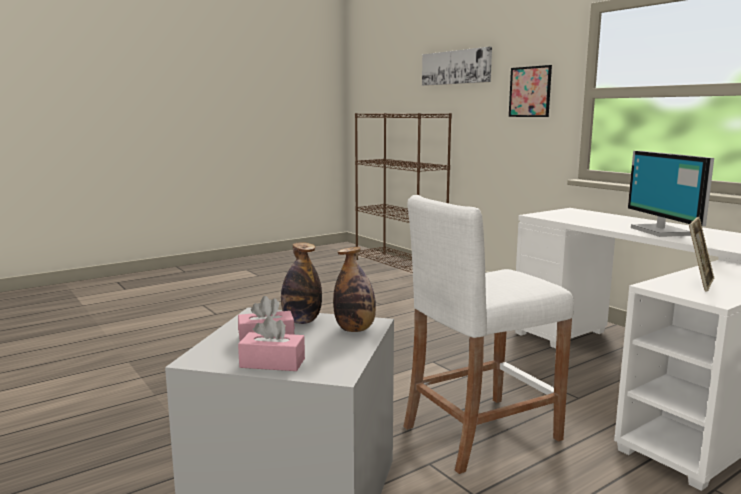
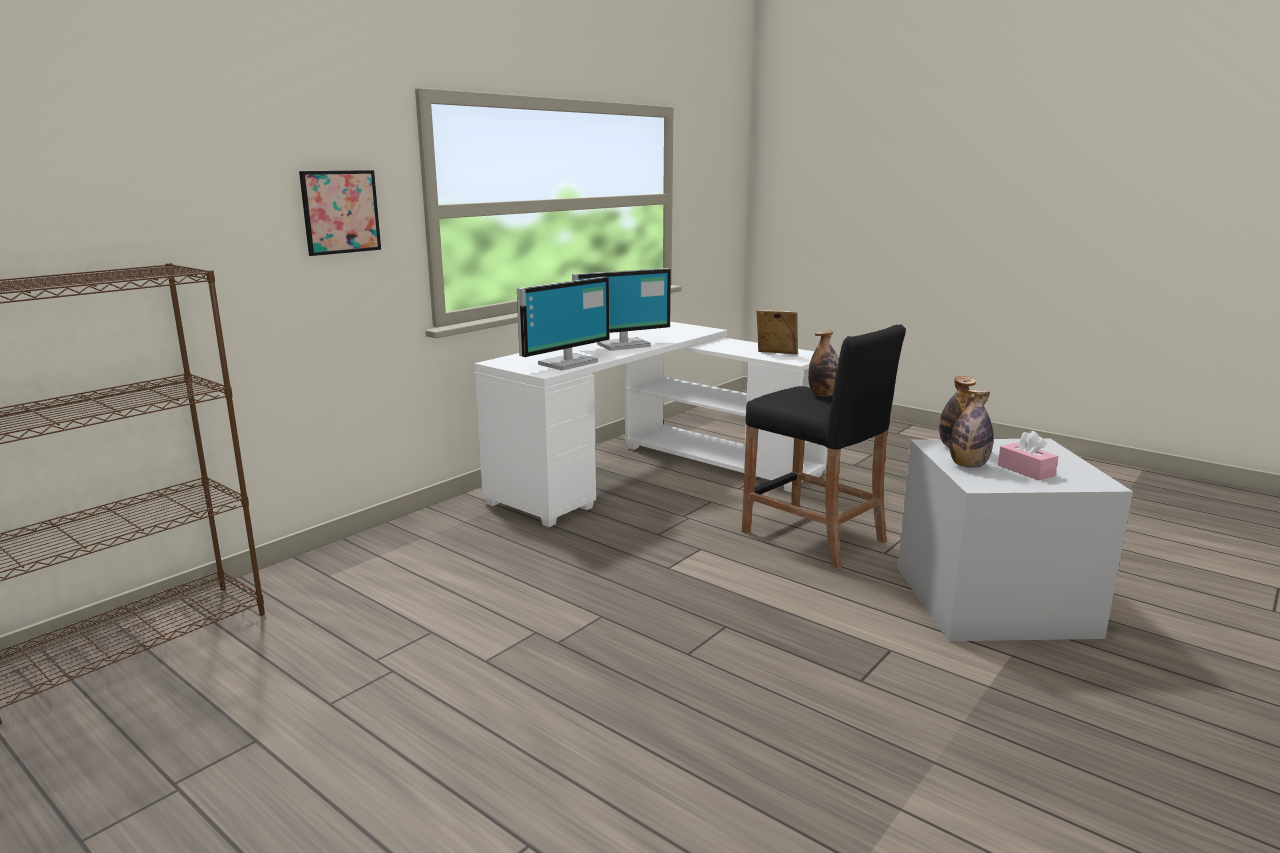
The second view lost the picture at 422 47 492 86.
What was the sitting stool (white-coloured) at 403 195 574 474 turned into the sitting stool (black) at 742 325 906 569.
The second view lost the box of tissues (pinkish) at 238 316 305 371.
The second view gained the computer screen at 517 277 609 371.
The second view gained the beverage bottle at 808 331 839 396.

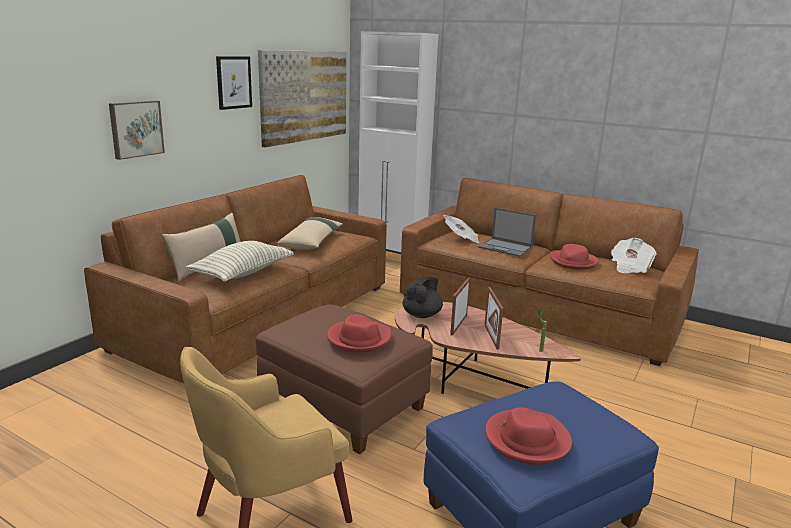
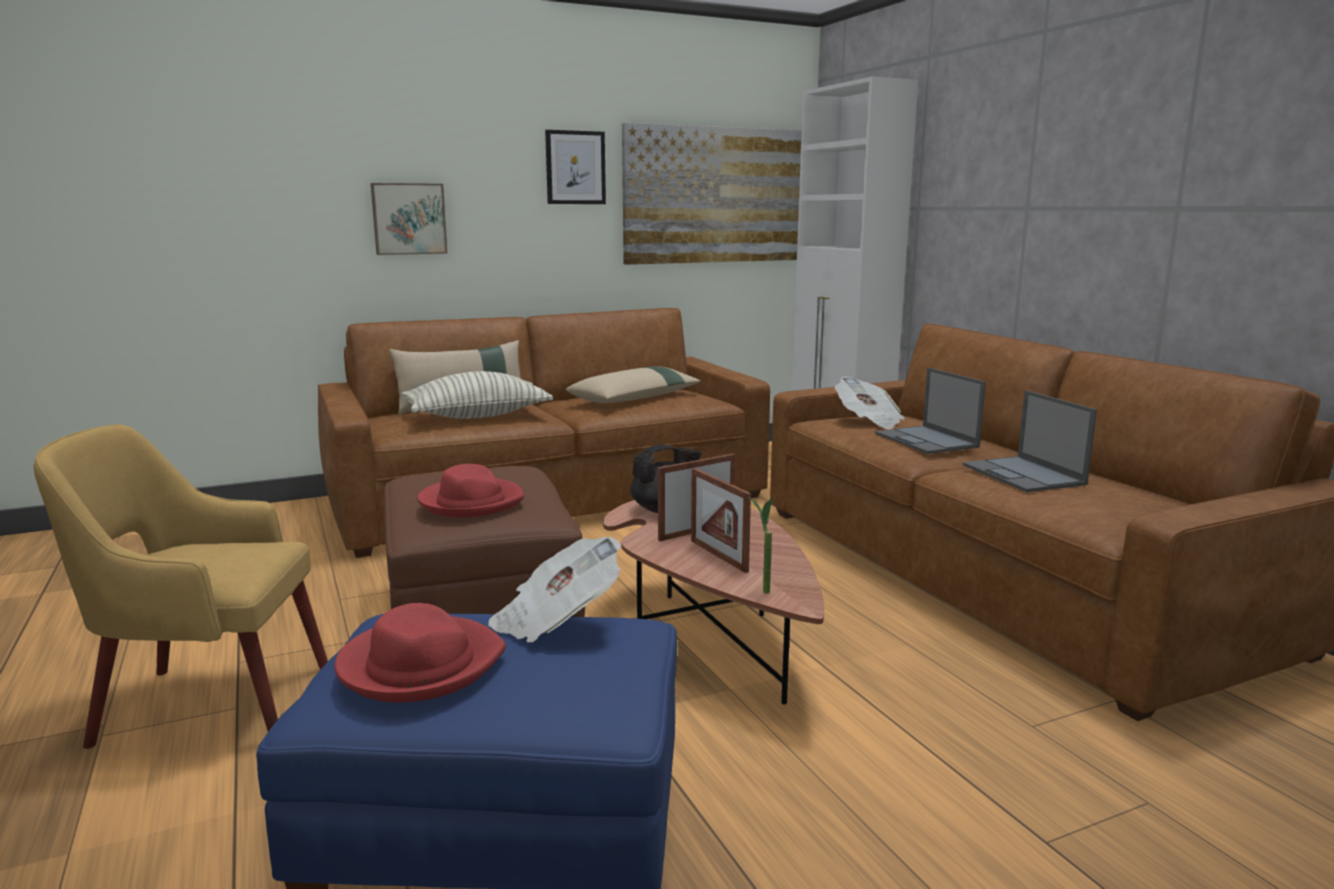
The printed paper ended up elsewhere, having gone from 611 238 656 273 to 488 537 622 643.
Where the clothing hat (red-coloured) stood at 550 244 599 270, the notebook computer came to stand at 963 390 1097 492.
The standing frame at 484 287 503 349 ended up facing another way, 60 degrees counterclockwise from before.

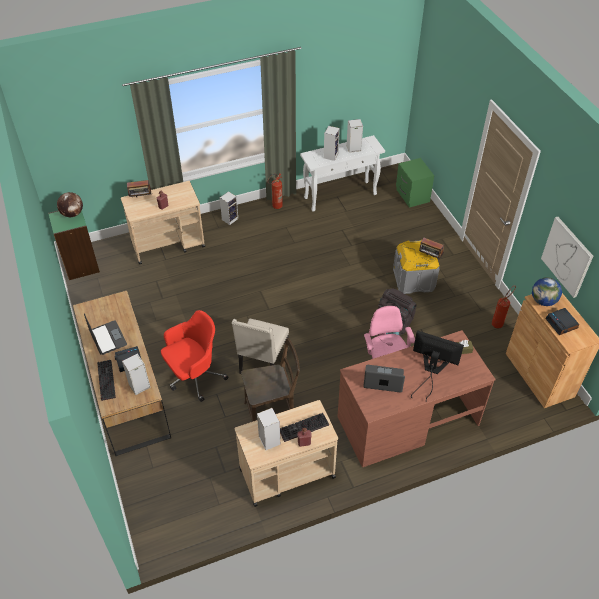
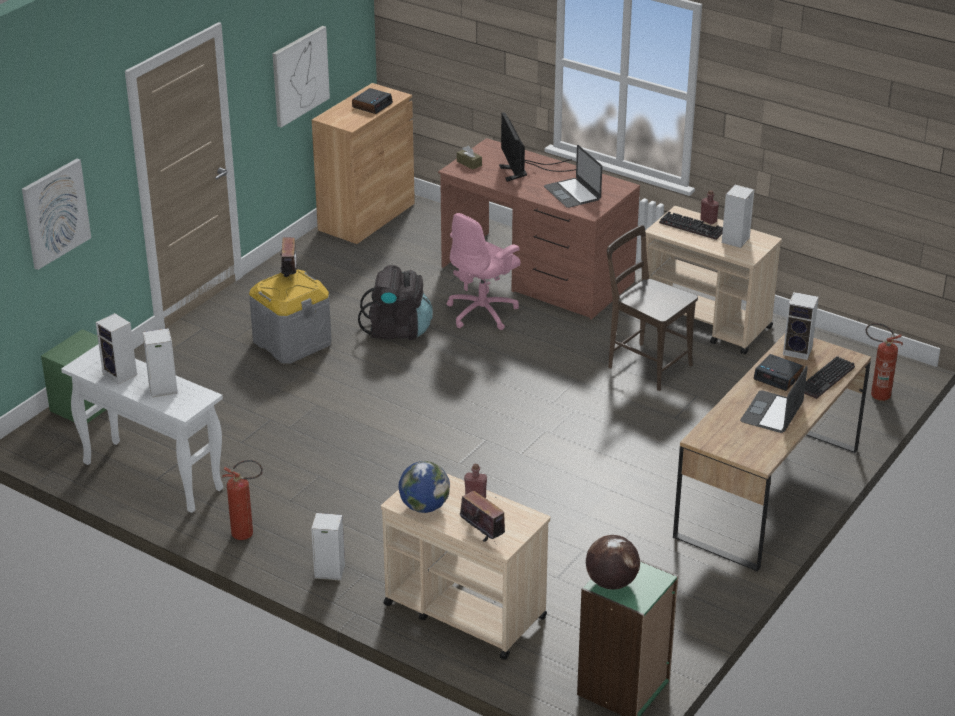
The globe ended up elsewhere, having gone from 532 278 562 306 to 398 461 450 513.
The fire-fighting cylinder ended up elsewhere, having gone from 492 285 516 328 to 865 323 903 401.
The second view lost the computer chair (red-coloured) at 161 310 229 402.
The second view lost the chair (beige) at 232 318 289 374.
The second view gained the picture at 22 159 91 270.

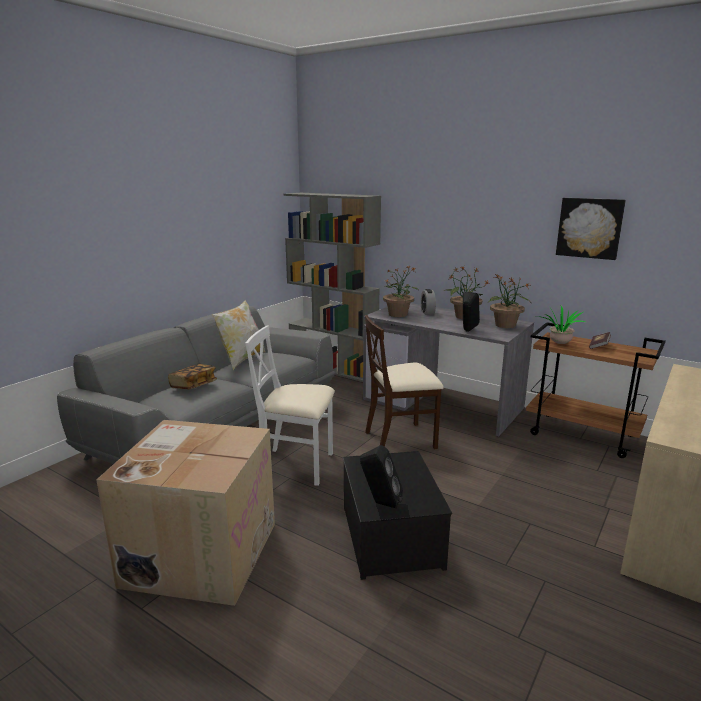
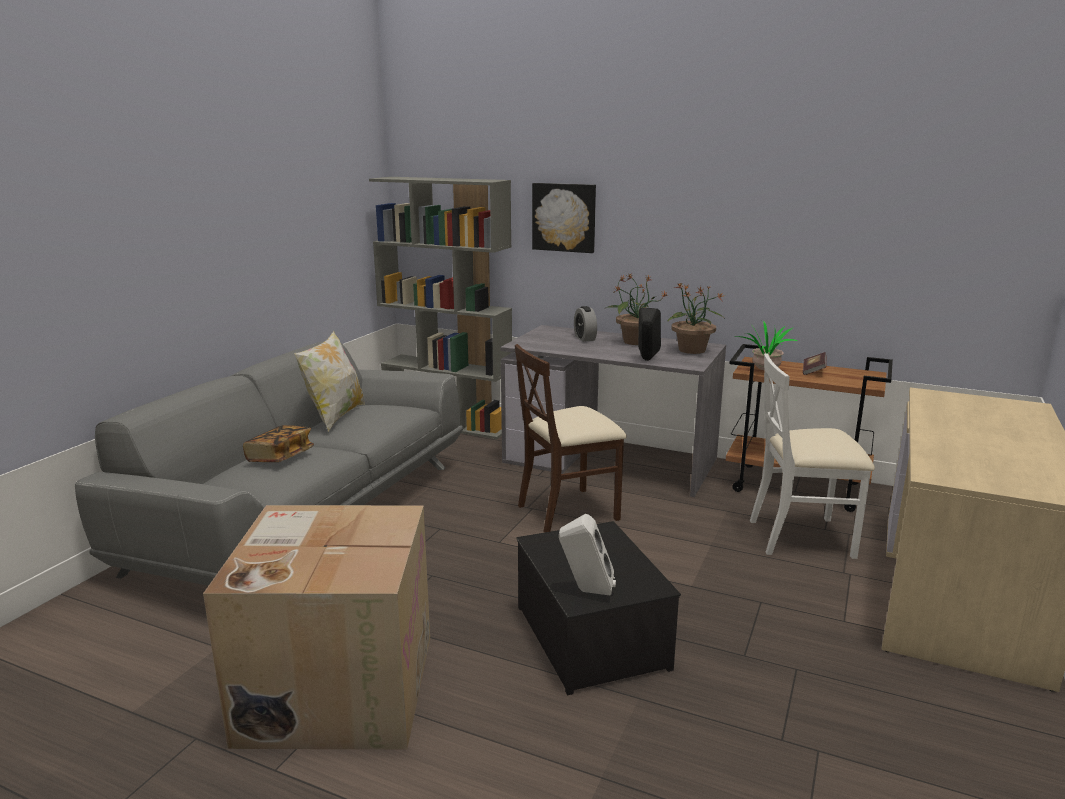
The picture ended up elsewhere, having gone from 556 198 626 260 to 532 183 596 253.
The second view lost the plant in a pot at 383 265 418 317.
The chair (white-coloured) ended up elsewhere, having gone from 245 326 335 486 to 750 353 875 559.
What was the loudspeaker (black) at 360 445 403 508 turned into the loudspeaker (white-coloured) at 559 514 616 595.

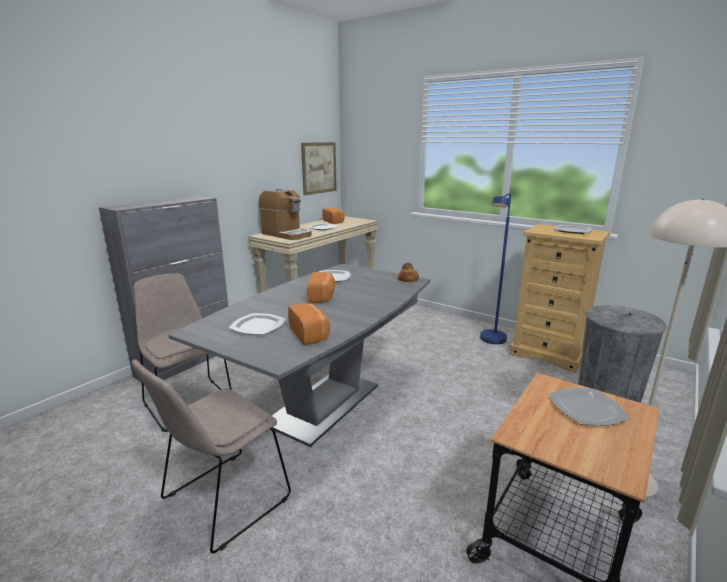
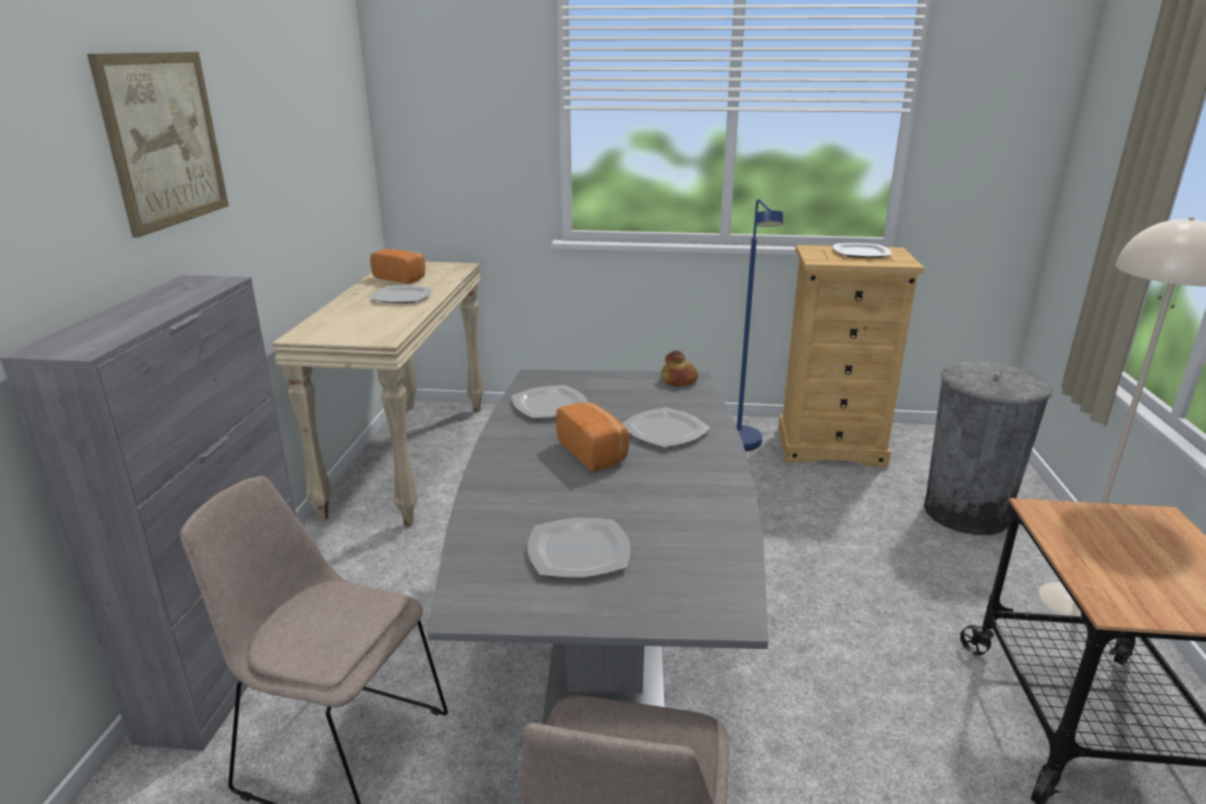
The picture ended up elsewhere, having gone from 301 142 337 195 to 87 52 229 238.
The second view lost the coffee machine at 259 189 312 240.
The second view lost the bakery bread at 288 303 330 345.
The plate ended up elsewhere, having gone from 549 388 629 426 to 622 407 710 448.

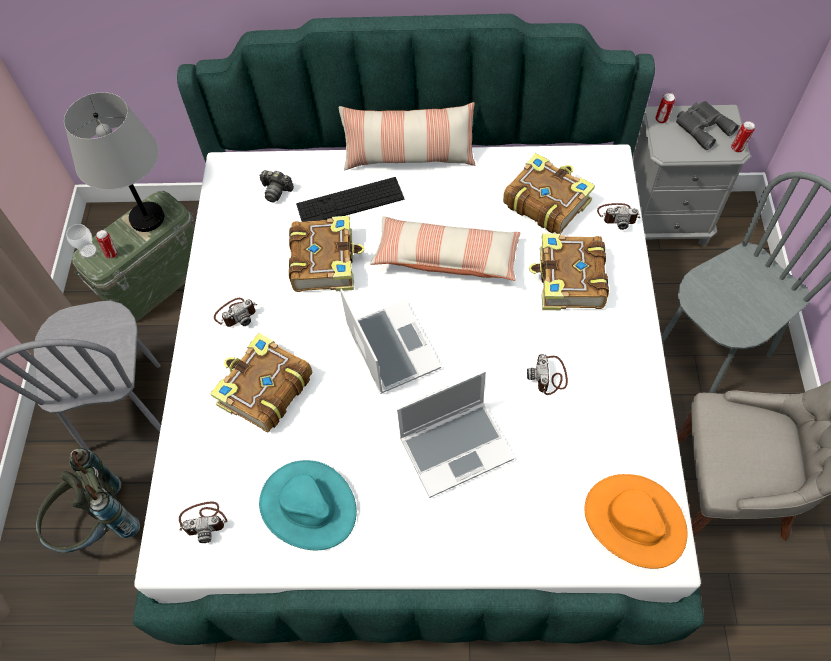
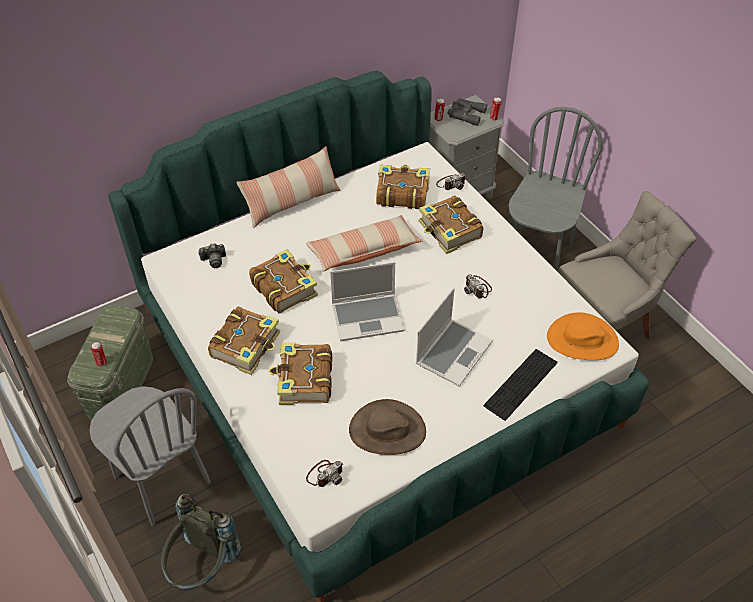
The second view lost the lamp for a table (greyish) at 64 92 164 232.
The keyboard ended up elsewhere, having gone from 296 177 404 222 to 483 349 558 421.
The second view lost the cup at 66 224 97 258.
The notebook computer at 340 288 441 394 ended up facing another way, 135 degrees clockwise from before.
Where the still camera stood at 214 298 257 327, the volume came to stand at 208 306 280 375.
What was the clothing hat (blue-green) at 259 460 357 551 turned into the clothing hat (brown) at 349 399 426 455.

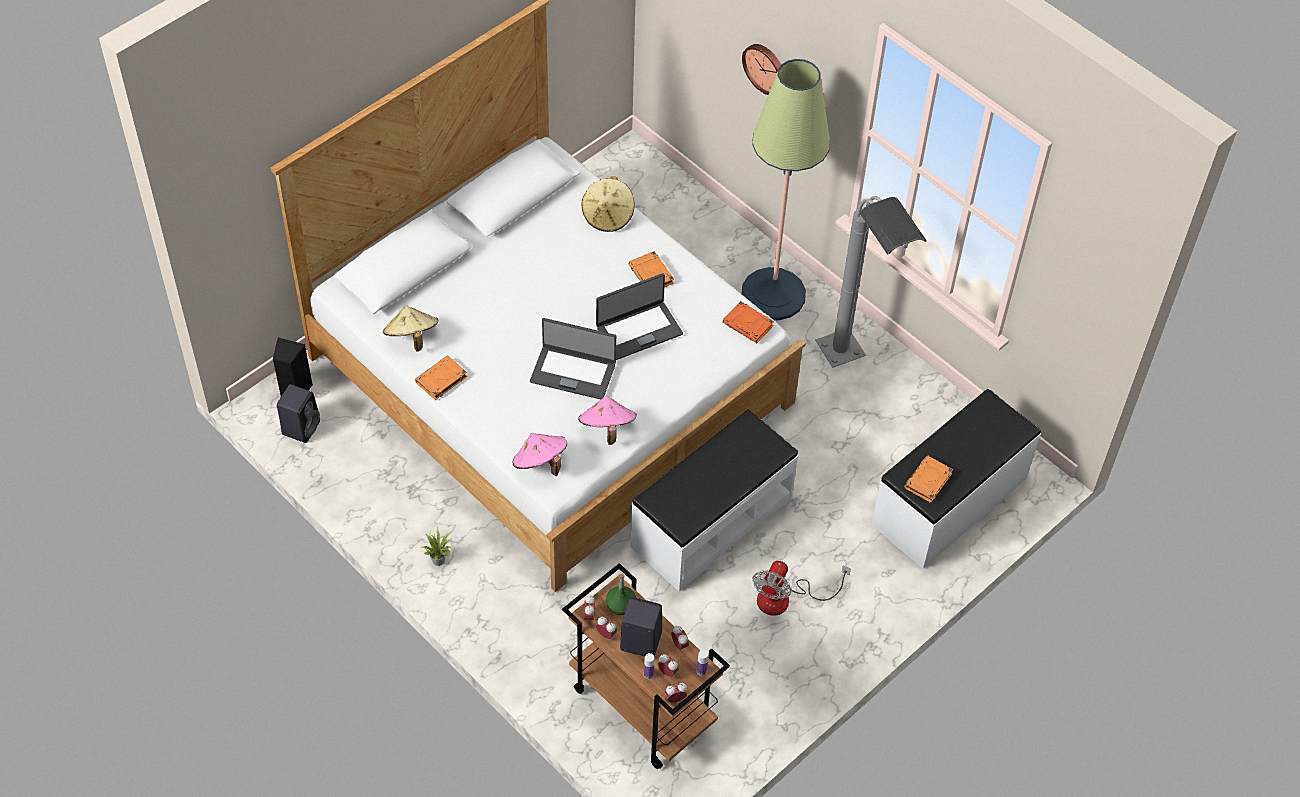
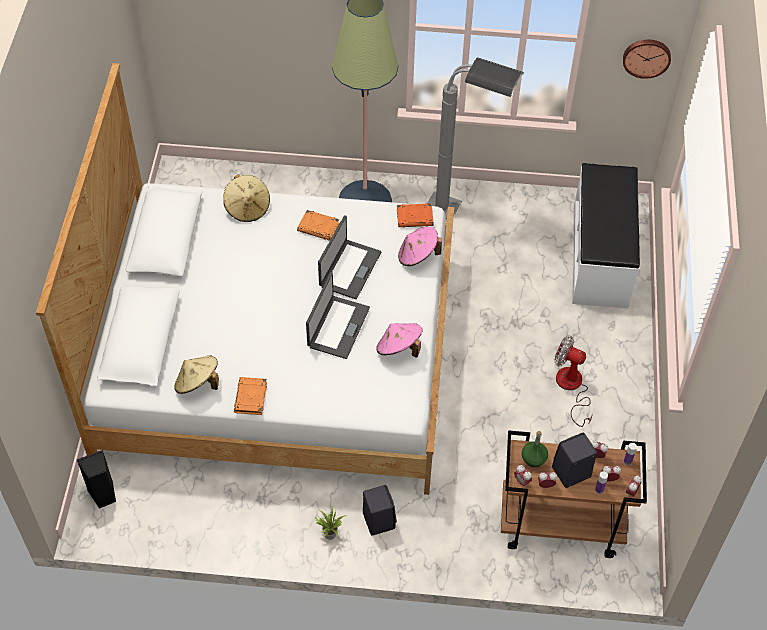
The wall clock ended up elsewhere, having gone from 742 44 781 95 to 623 40 671 79.
The notebook computer at 530 318 616 400 ended up facing another way, 45 degrees counterclockwise from before.
The loudspeaker (black) ended up elsewhere, having gone from 277 384 320 443 to 363 485 397 536.
The second view lost the bench (white-coloured) at 630 410 799 592.
The clothing hat (pinkish) ended up elsewhere, having gone from 512 433 567 476 to 398 227 442 266.
The second view lost the volume (orange) at 904 456 953 503.
The cooling fan at 752 561 851 615 ended up facing another way, 135 degrees clockwise from before.

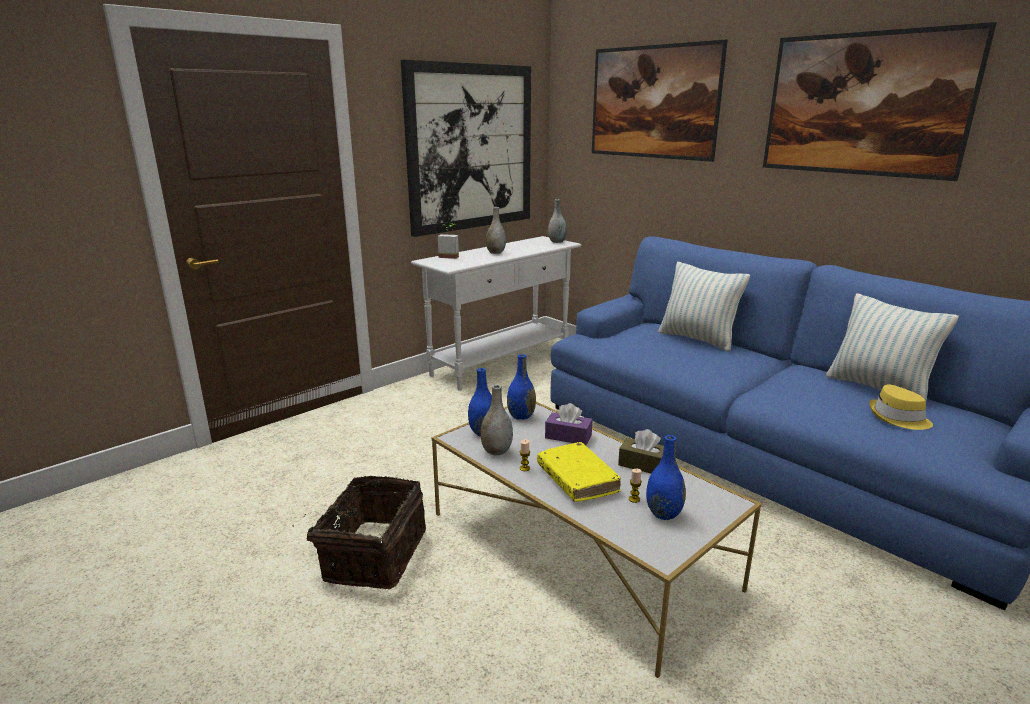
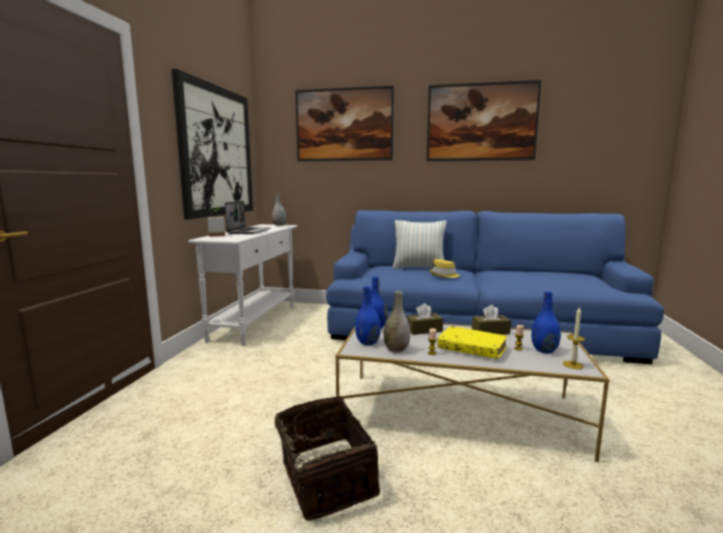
Where the vase (greyish) stood at 486 207 506 254, the notebook computer came to stand at 225 201 270 234.
The second view lost the throw pillow at 826 293 959 401.
The clothing hat (yellowish) ended up elsewhere, having gone from 869 384 933 430 to 429 259 460 278.
What was the box of tissues (purple-coloured) at 545 403 592 445 turned into the box of tissues (brown) at 406 303 443 335.
The second view gained the candle at 563 306 585 369.

